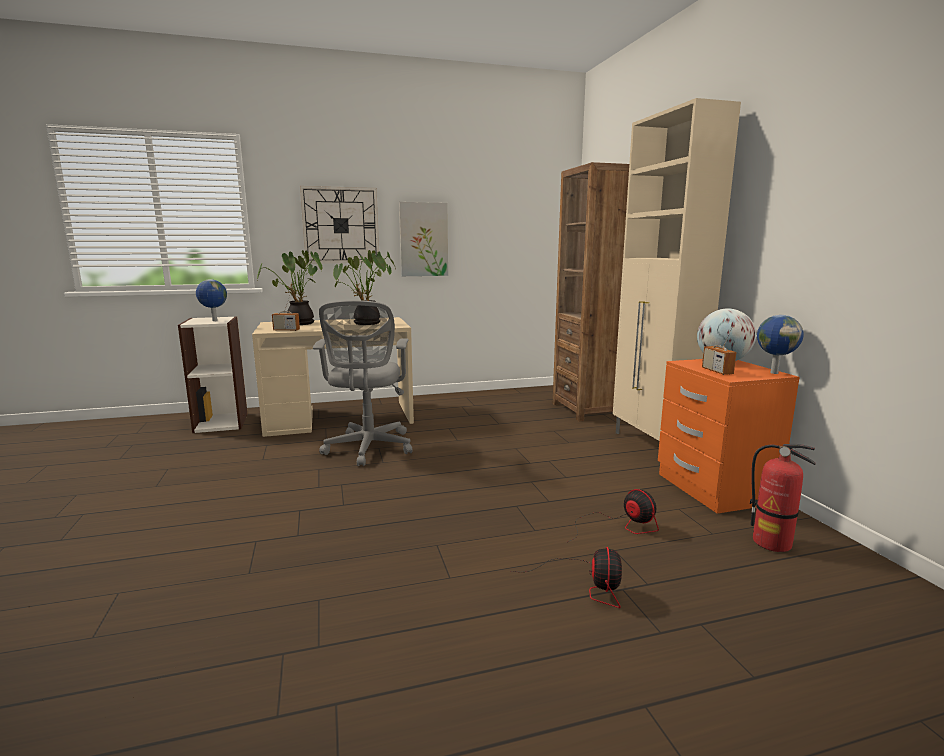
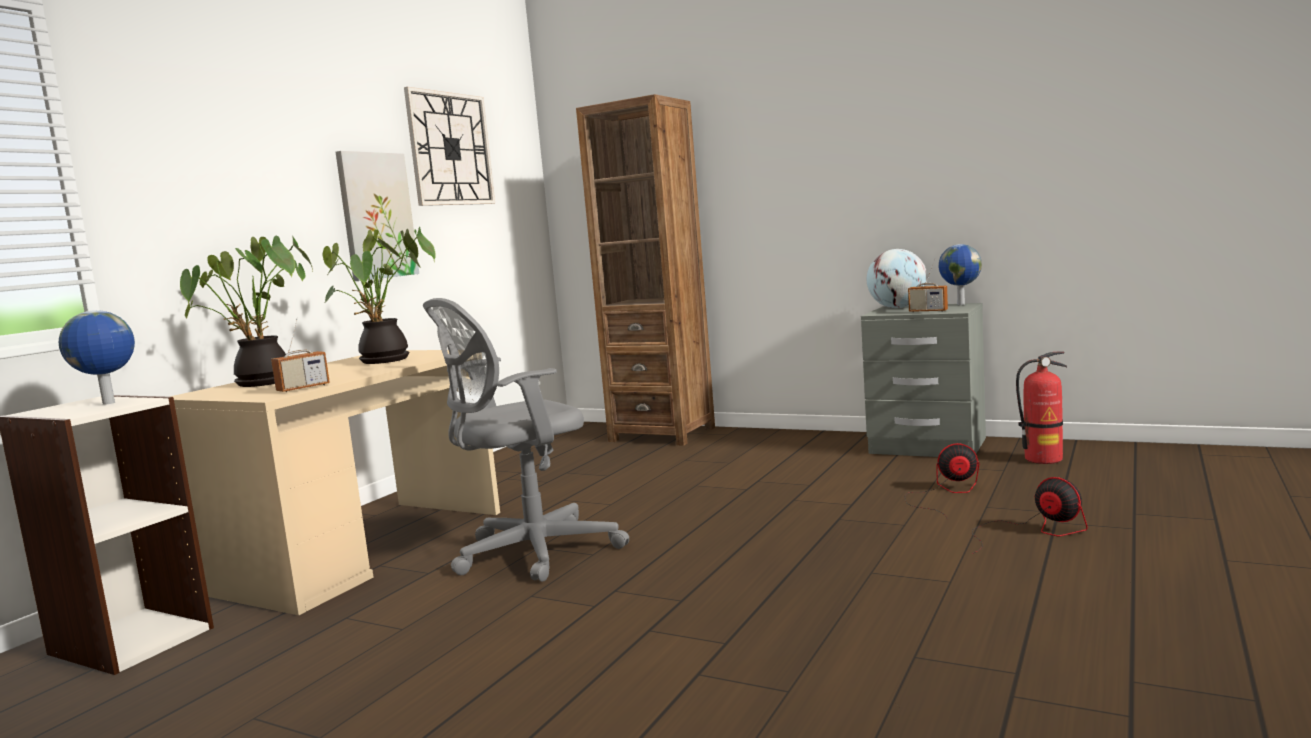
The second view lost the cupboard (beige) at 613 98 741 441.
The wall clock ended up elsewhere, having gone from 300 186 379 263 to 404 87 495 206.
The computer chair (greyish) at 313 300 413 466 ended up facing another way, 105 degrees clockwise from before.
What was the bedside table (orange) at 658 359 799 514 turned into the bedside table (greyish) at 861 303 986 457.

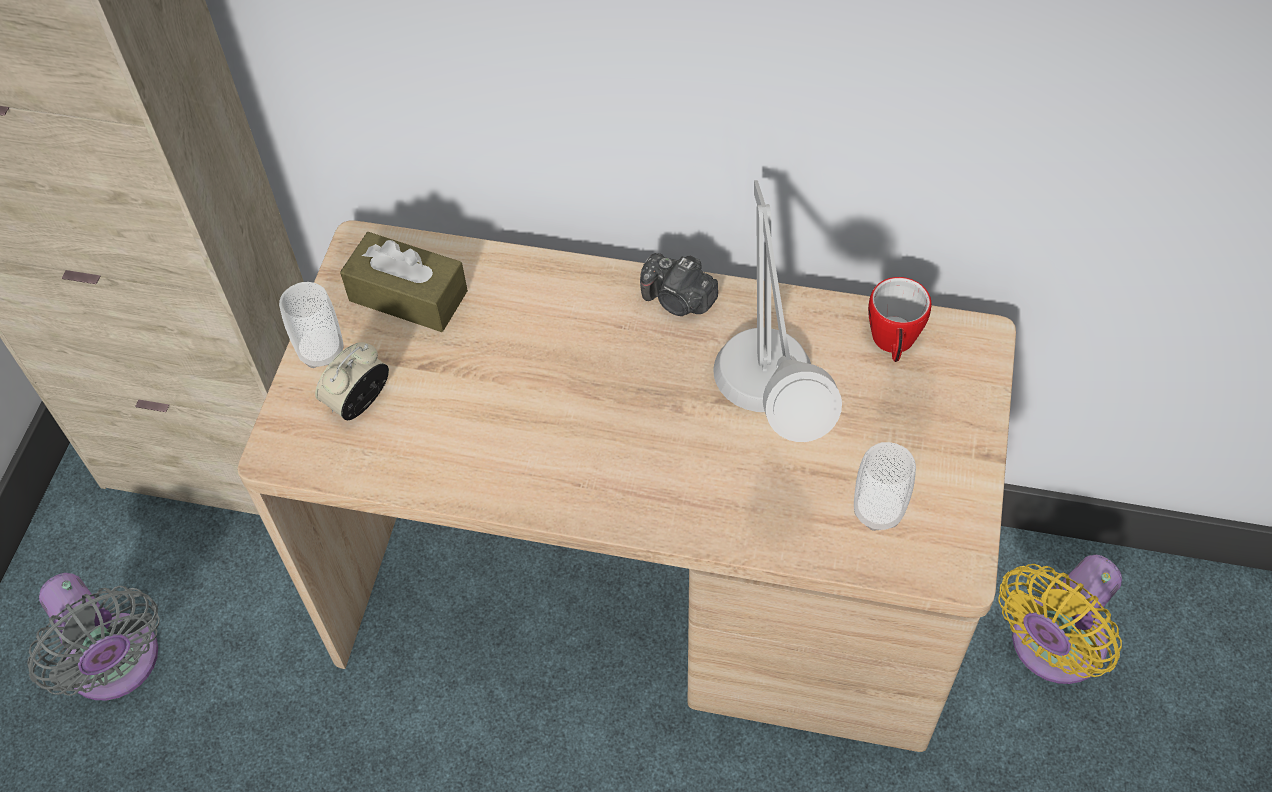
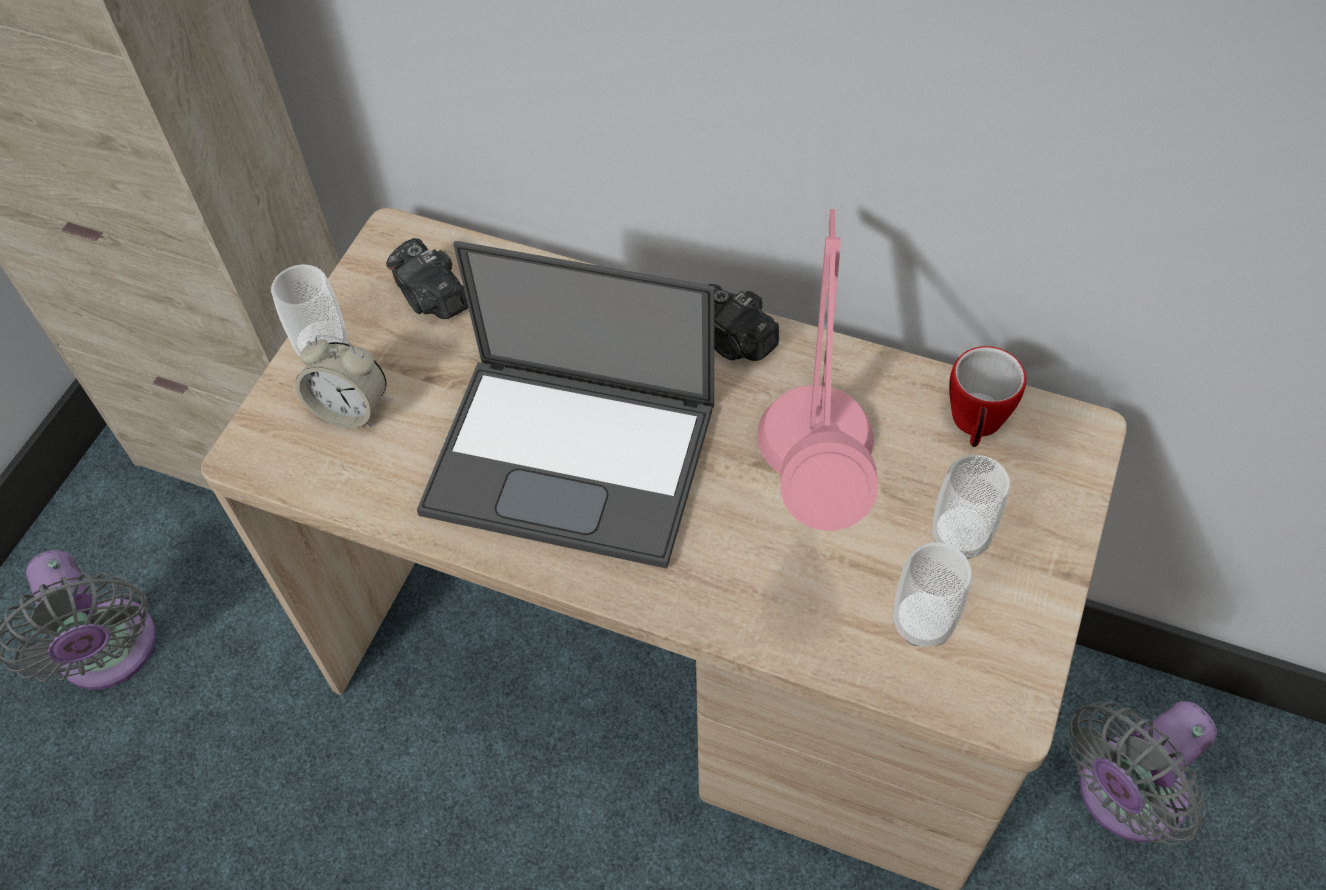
What was the lamp for a table (greyish) at 714 180 842 442 turned into the lamp for a table (pinkish) at 757 209 878 531.
Where the box of tissues (brown) stood at 340 232 468 332, the still camera came to stand at 386 238 468 319.
The alarm clock at 315 342 389 420 ended up facing another way, 120 degrees counterclockwise from before.
What was the cooling fan (yellowish) at 998 555 1122 684 turned into the cooling fan (greyish) at 1067 701 1217 845.
The second view gained the notebook computer at 417 241 715 569.
The second view gained the cup at 932 455 1010 559.

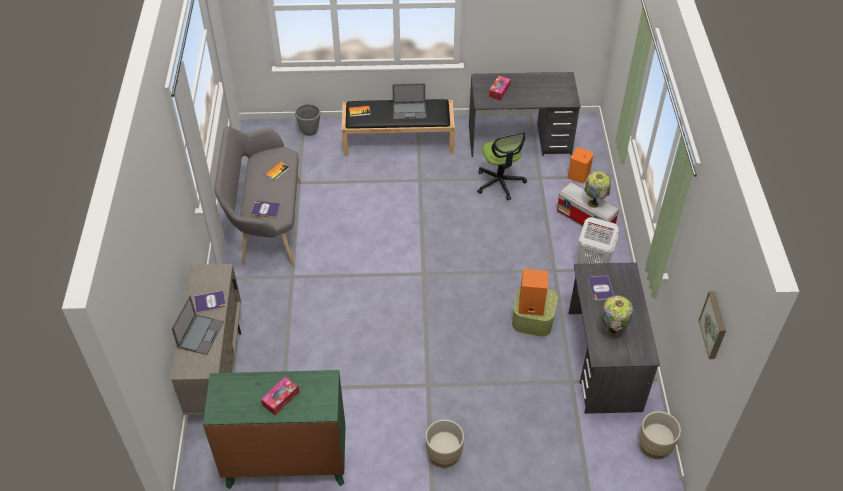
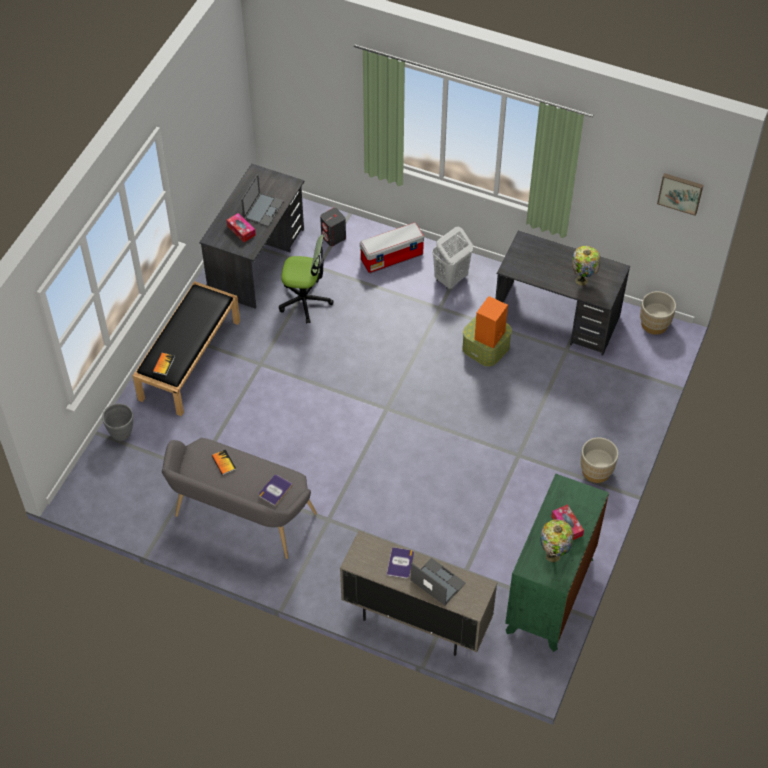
The notebook computer ended up elsewhere, having gone from 392 83 426 120 to 241 174 284 227.
What was the loudspeaker (orange) at 568 148 594 183 turned into the loudspeaker (greyish) at 320 208 346 246.
The lamp for a table ended up elsewhere, having gone from 585 171 611 208 to 541 519 573 562.
The second view lost the volume at 588 276 614 300.

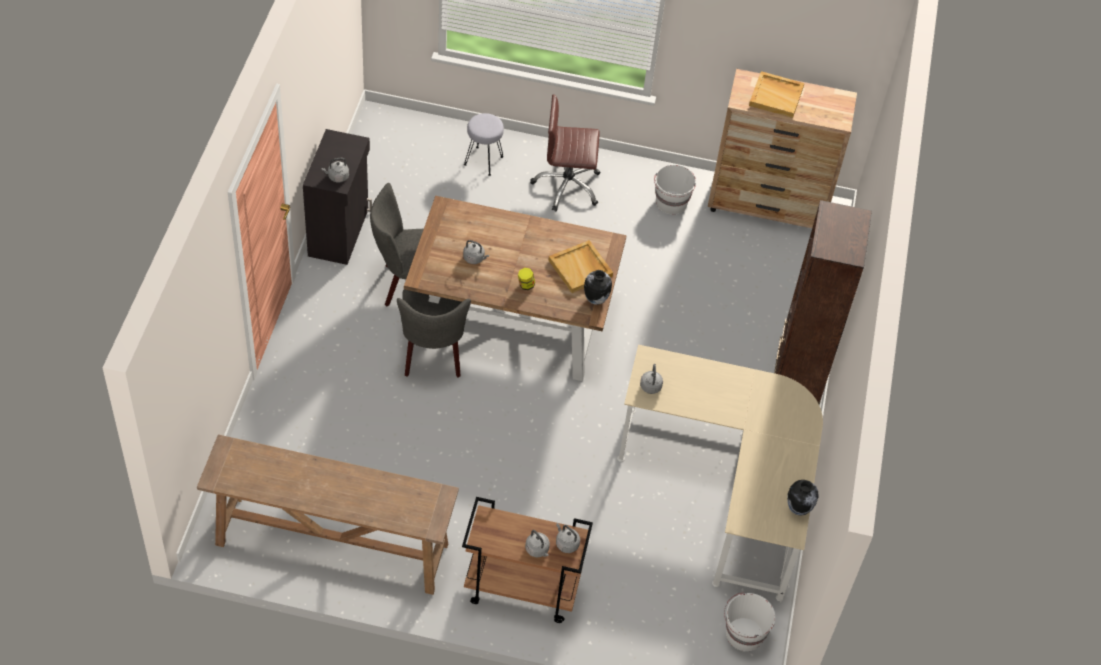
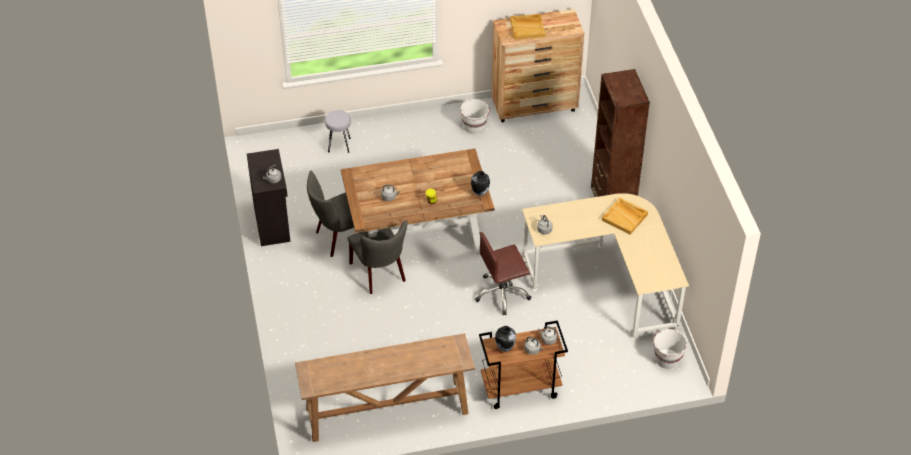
The computer chair (brown) ended up elsewhere, having gone from 530 94 600 211 to 475 232 531 315.
The carrying tray (beige) ended up elsewhere, having gone from 548 240 613 293 to 602 198 648 235.
The vase ended up elsewhere, having gone from 787 480 818 515 to 495 326 516 352.

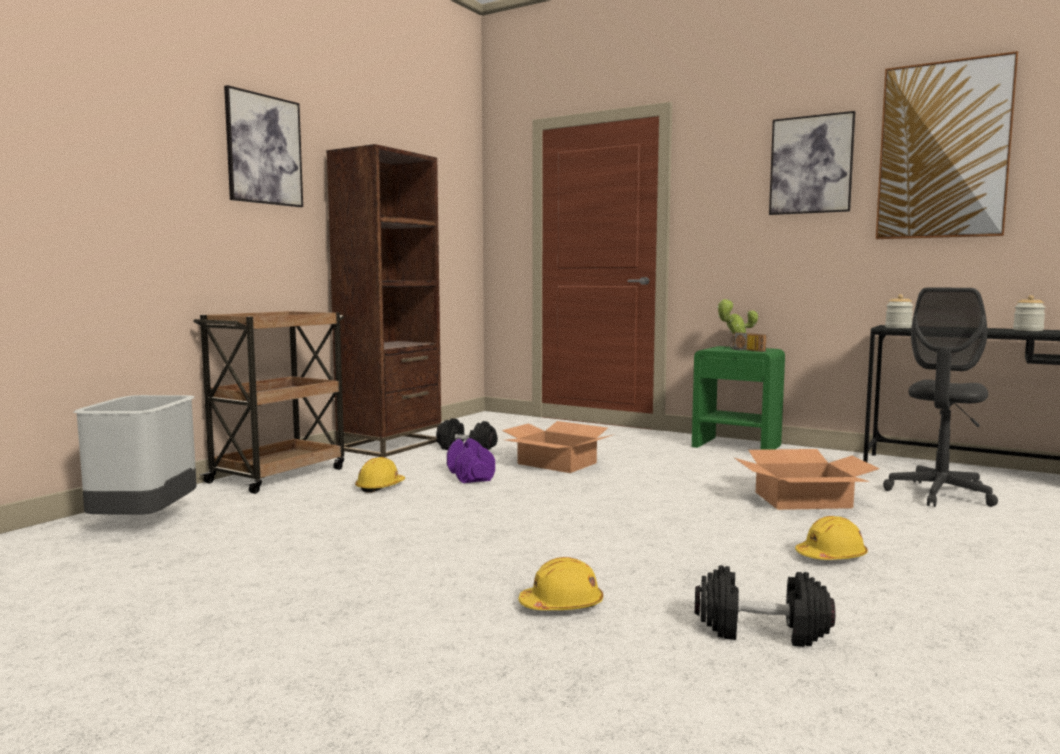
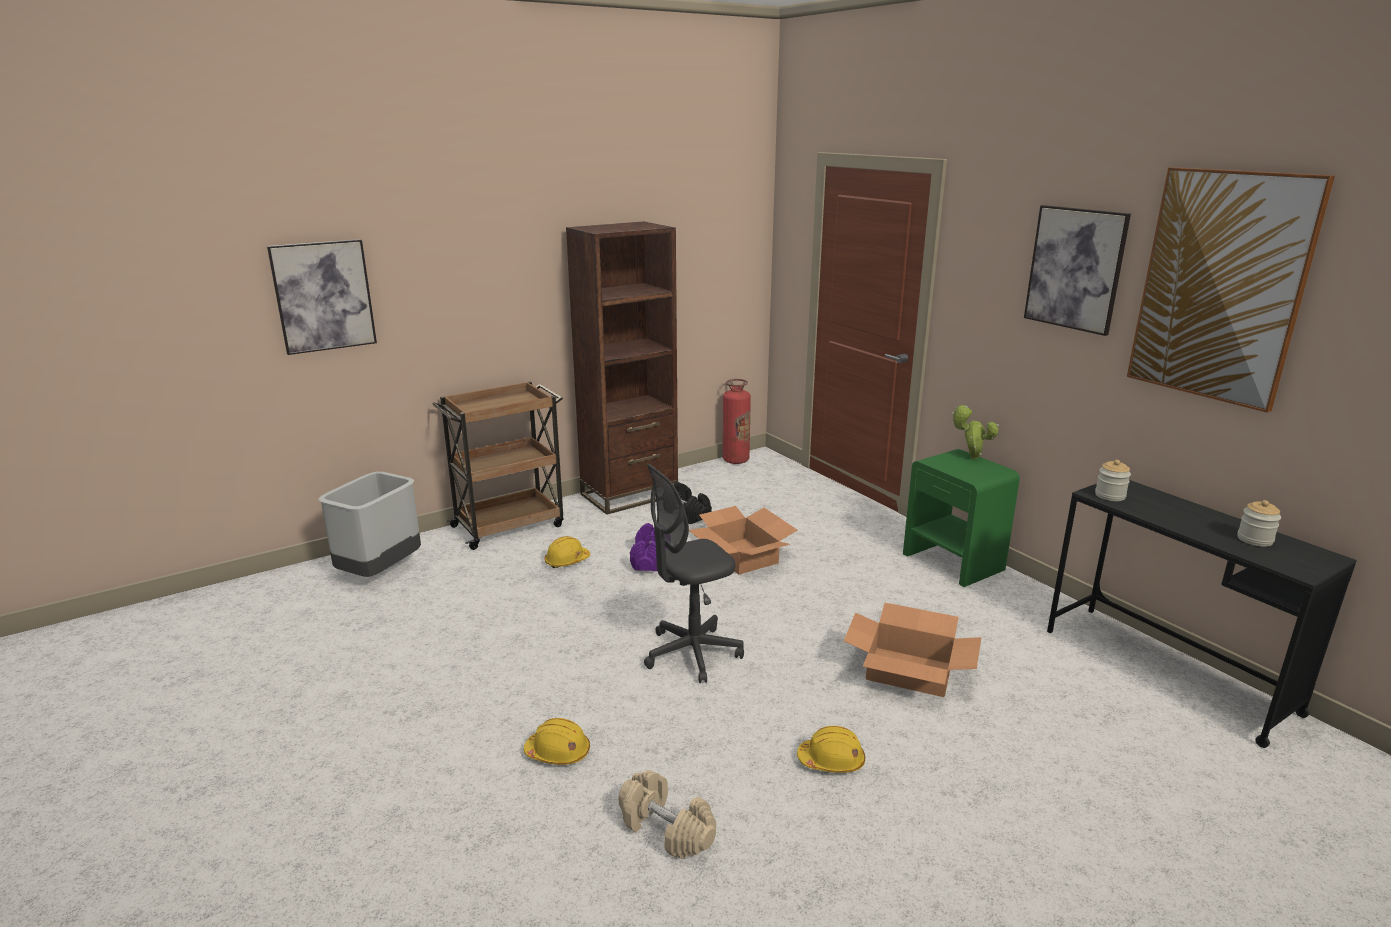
The picture ended up elsewhere, having gone from 224 85 303 207 to 267 239 377 355.
The computer chair (greyish) ended up elsewhere, having gone from 883 288 998 507 to 644 463 744 683.
The second view lost the radio at 730 332 766 352.
What was the free weight (black) at 695 565 835 647 turned into the free weight (beige) at 618 770 716 859.
The second view gained the fire-fighting cylinder at 723 379 751 464.

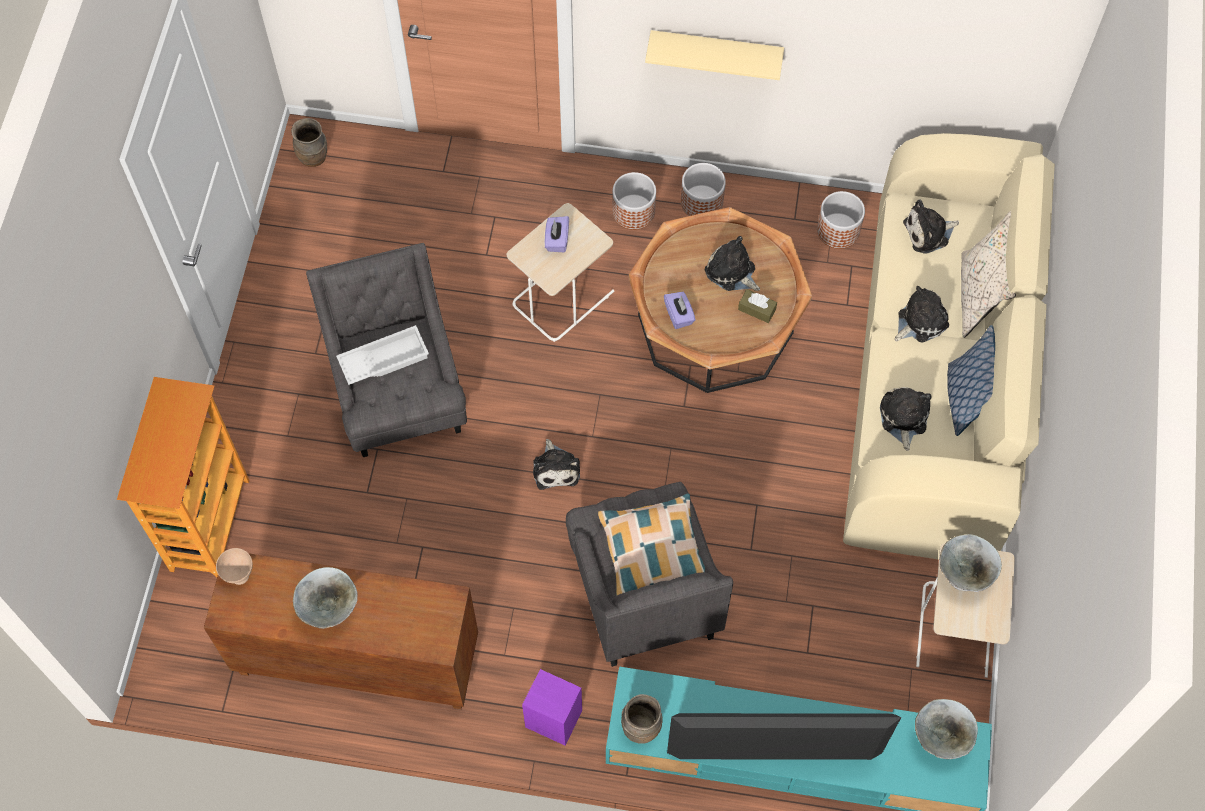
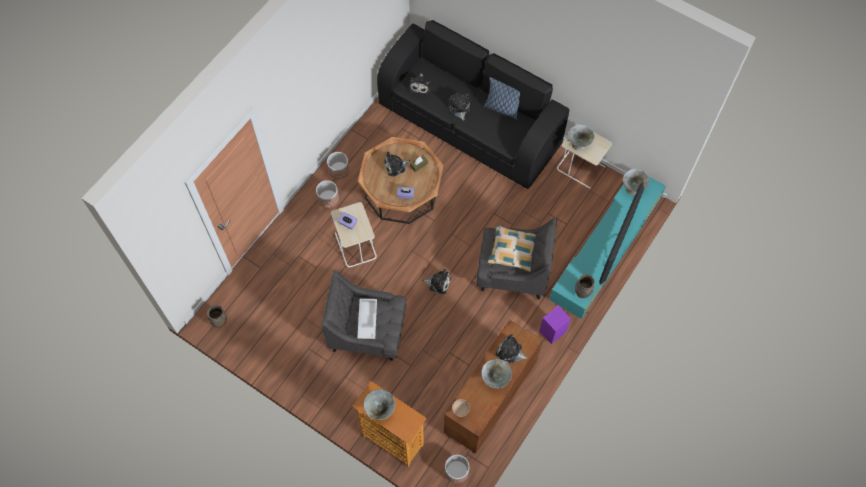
The second view lost the shelf (beige) at 645 30 784 80.
What was the couch (beige) at 843 133 1055 559 turned into the couch (black) at 377 20 569 189.
The plant pot ended up elsewhere, having gone from 817 191 865 249 to 445 455 469 484.
The second view lost the throw pillow (beige) at 961 211 1016 338.
The plush toy ended up elsewhere, having gone from 880 387 932 451 to 496 334 528 363.
The second view gained the serving bowl (greyish) at 363 389 395 420.

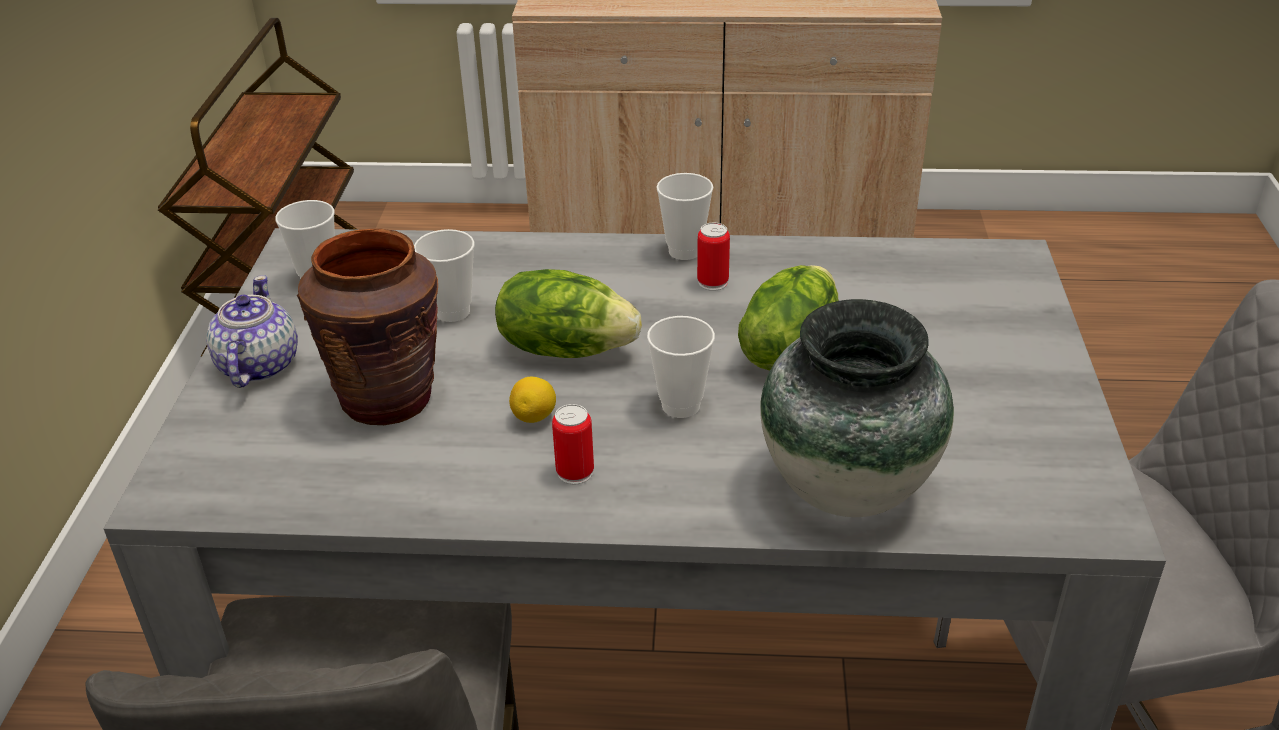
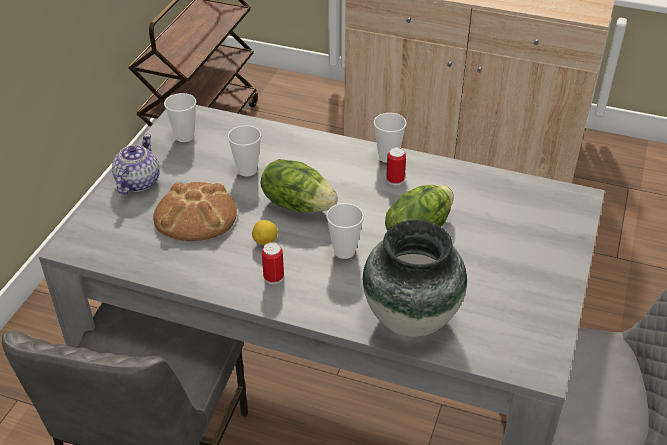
Where the vase (brown) stood at 297 228 438 425, the bakery bread came to stand at 153 182 237 241.

